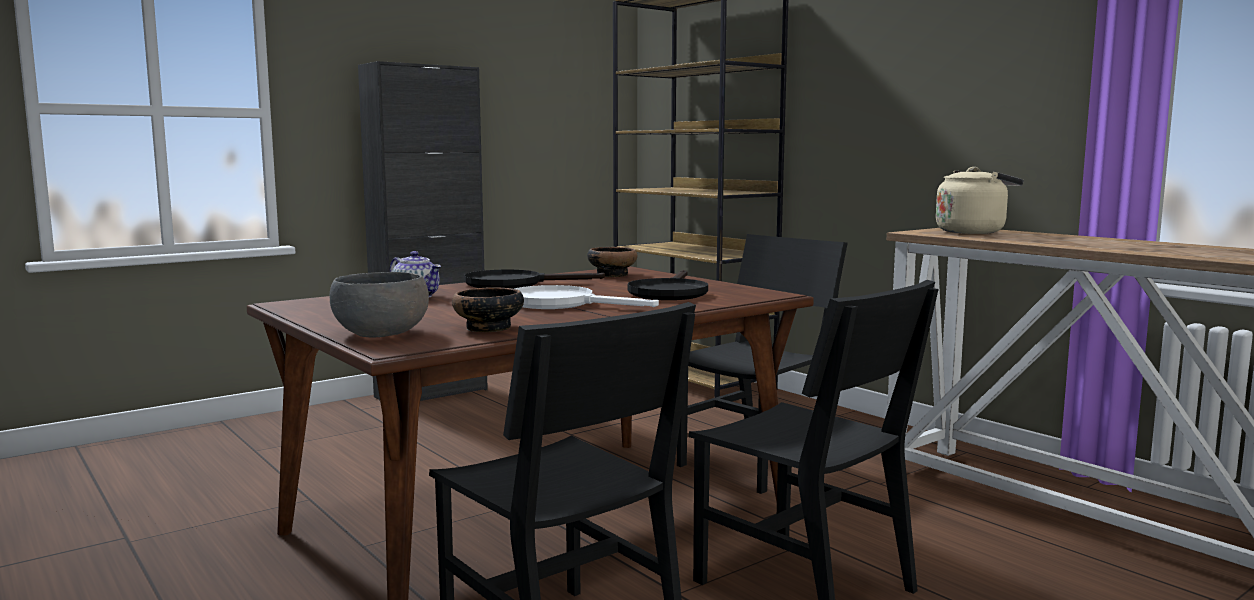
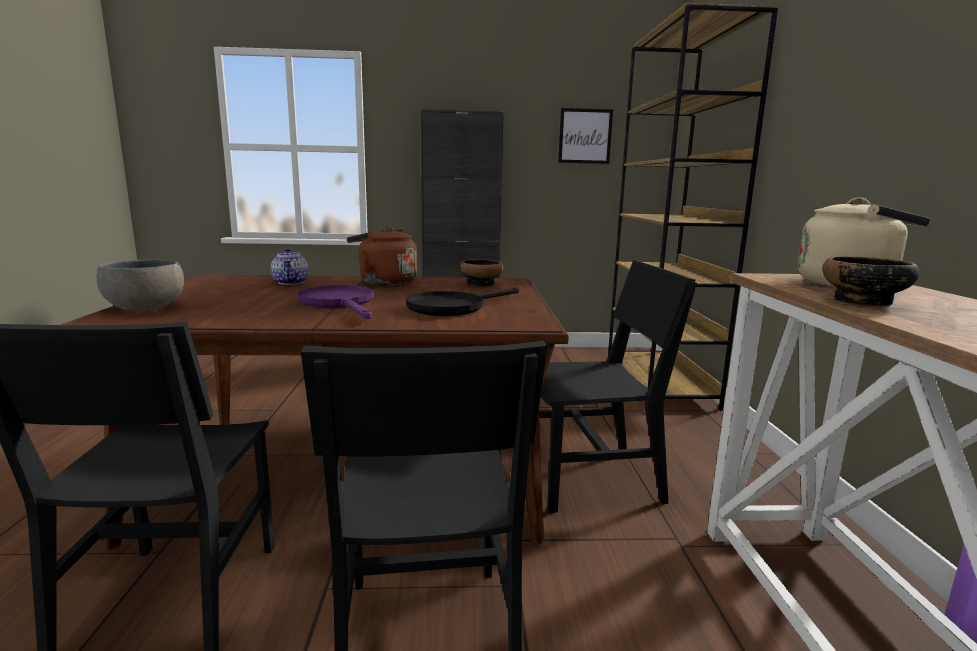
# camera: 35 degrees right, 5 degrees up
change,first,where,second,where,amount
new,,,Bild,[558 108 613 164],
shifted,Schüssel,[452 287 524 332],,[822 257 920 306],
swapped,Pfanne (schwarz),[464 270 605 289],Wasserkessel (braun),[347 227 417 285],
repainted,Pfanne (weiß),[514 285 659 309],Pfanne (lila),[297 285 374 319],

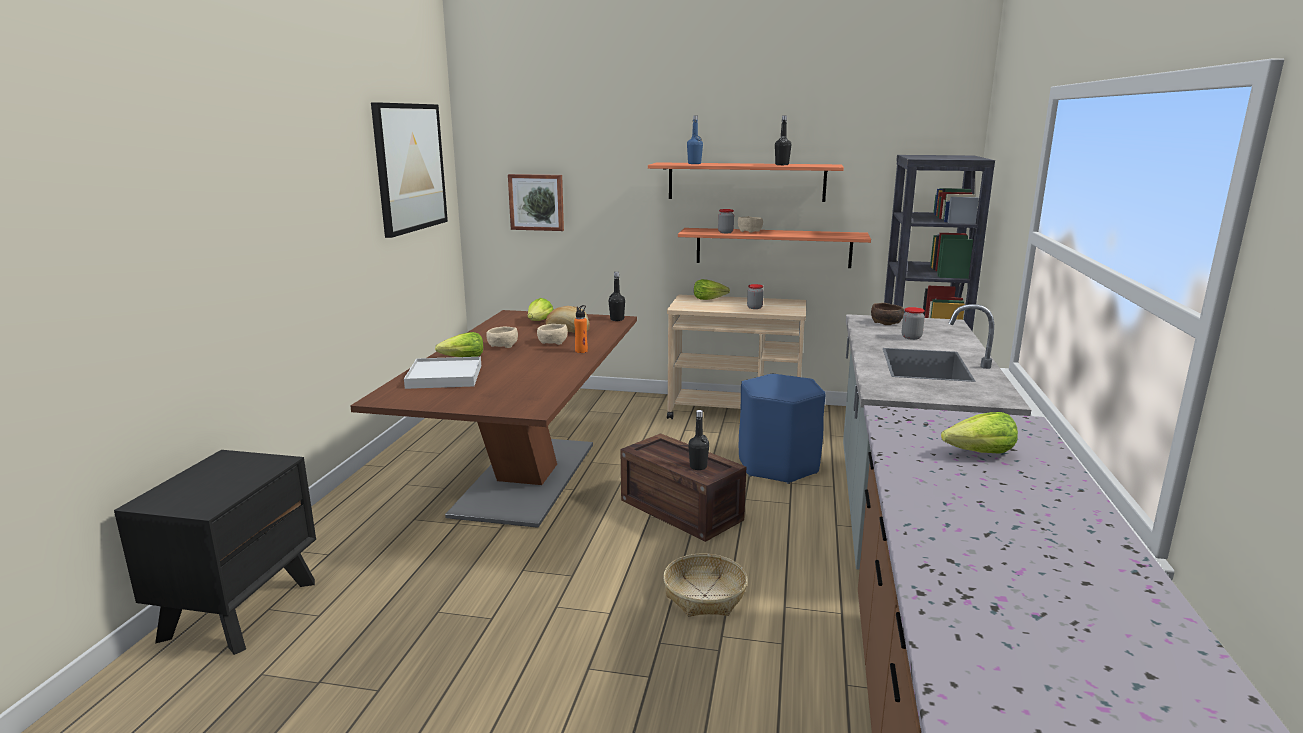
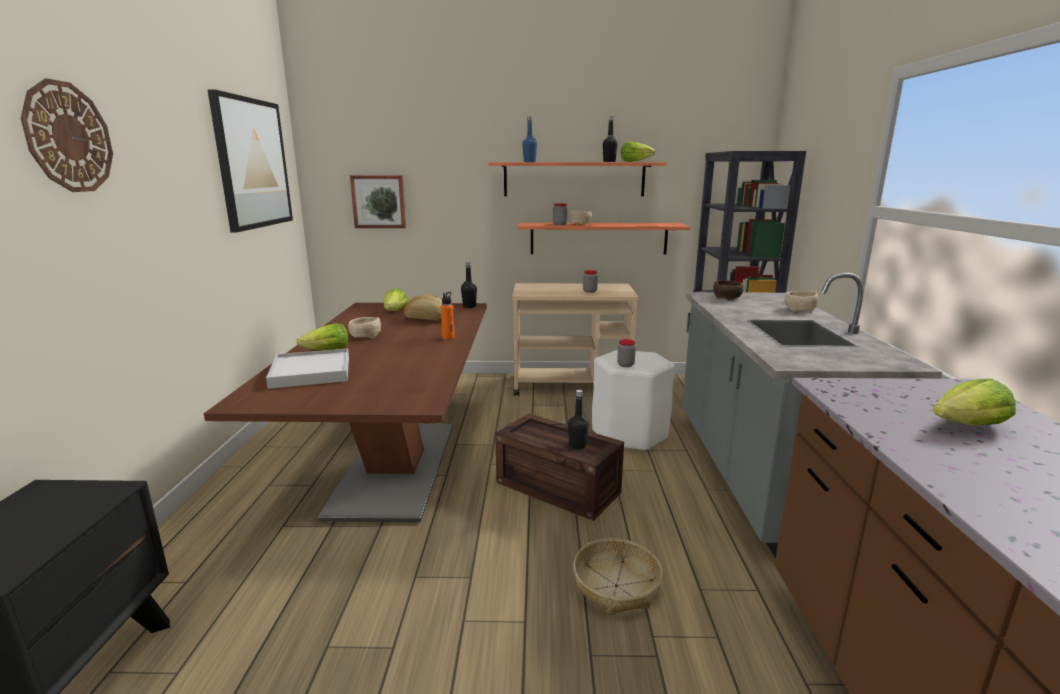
# camera: 10 degrees left, 0 degrees up
change,first,where,second,where,amount
new,,,Wanduhr,[21 78 113 192],
shifted,Schüssel (beige),[537 324 568 345],,[785 291 819 311],
shifted,Salatkopf,[694 279 730 300],,[621 142 655 162],
shifted,Vorratsglas,[902 307 925 340],,[617 339 636 367],
repainted,Hocker (blau),[739 374 826 484],Hocker (weiß),[592 350 675 451],

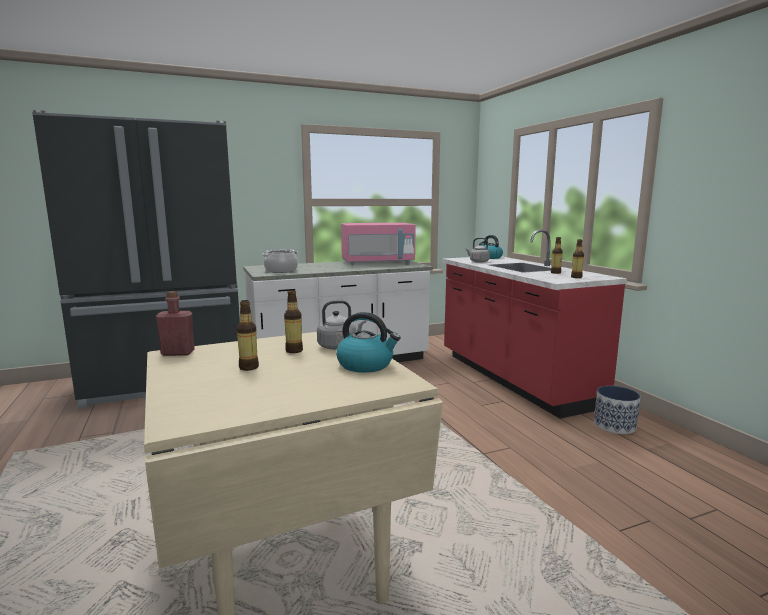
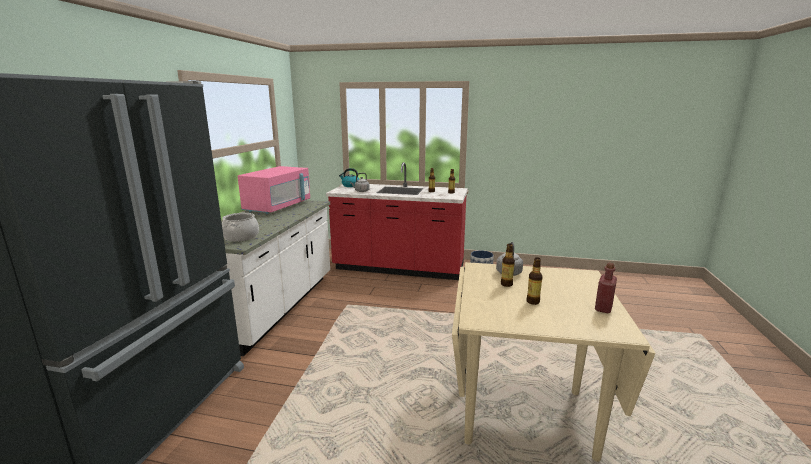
# camera: 55 degrees left, 5 degrees up
change,first,where,second,where,amount
gone,Wasserkessel,[336 312 400 373],,,
shifted,Flasche (rot),[156 291 195 356],,[595 263 617 313],

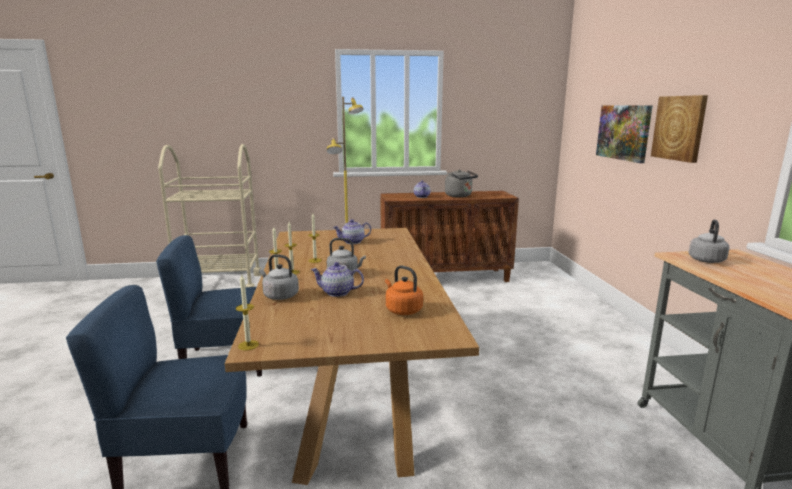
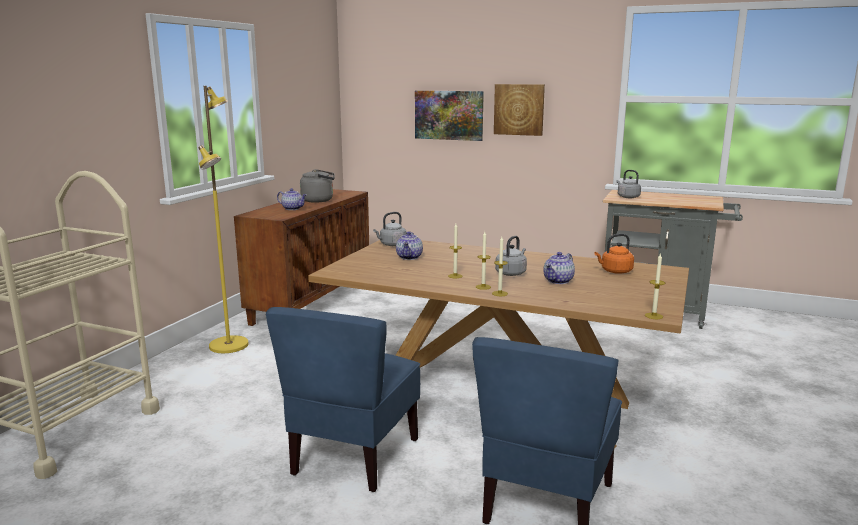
# camera: 60 degrees left, 0 degrees up
change,first,where,second,where,amount
shifted,Wasserkessel (grau),[259 254 299 300],,[373 212 407 246],

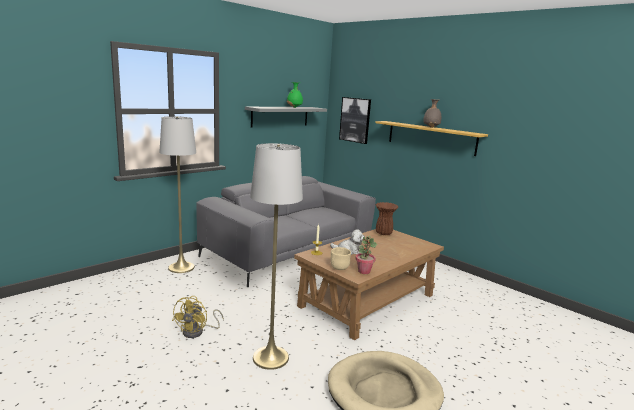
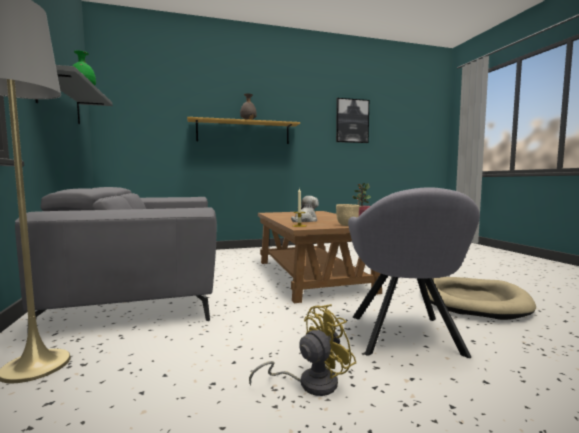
# camera: 60 degrees left, 10 degrees down
change,first,where,second,where,amount
gone,Vase (braun),[376 202 398 235],,,
shifted,Bild,[339 97 371 144],,[336 98 369 143],
swapped,Stehlampe (grau),[250 143 303 370],Sessel (grau),[348 187 480 358],
rotated,Ventilator (gelb),[172 296 224 338],,[249 304 356 396],75 degrees counterclockwise

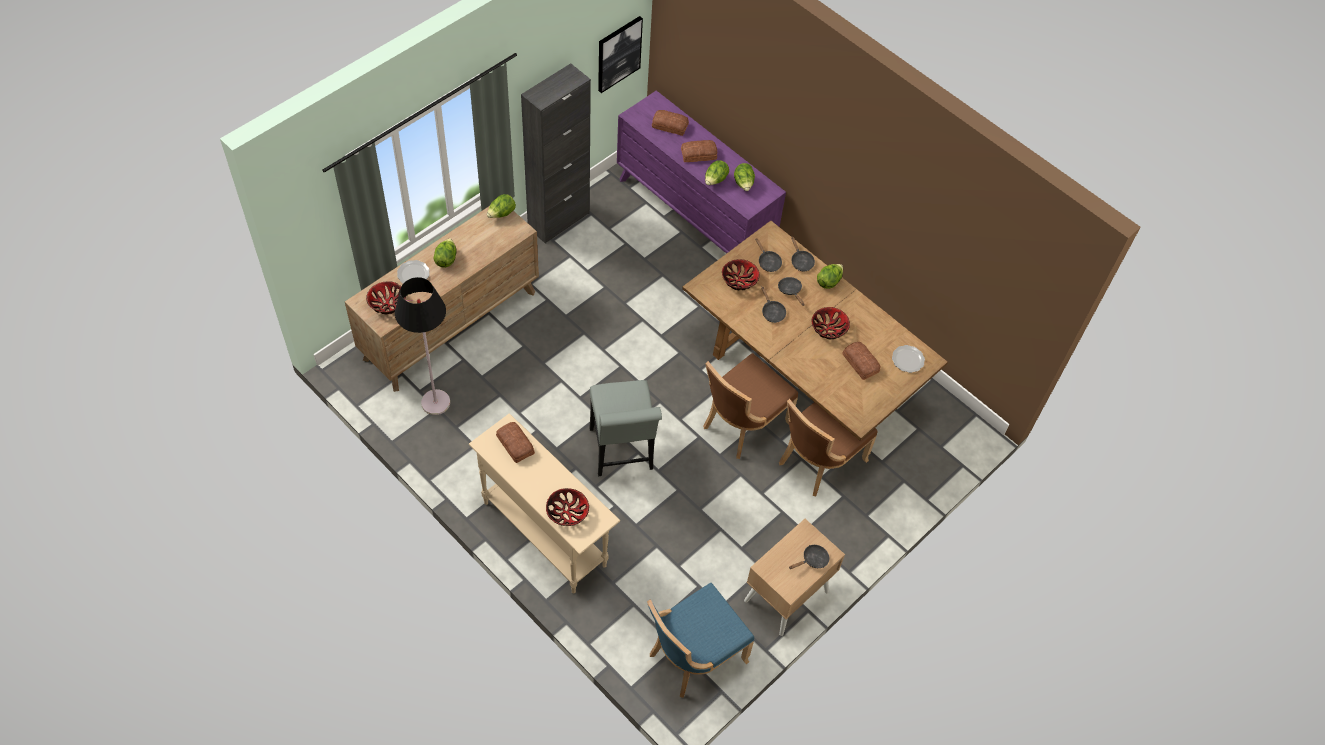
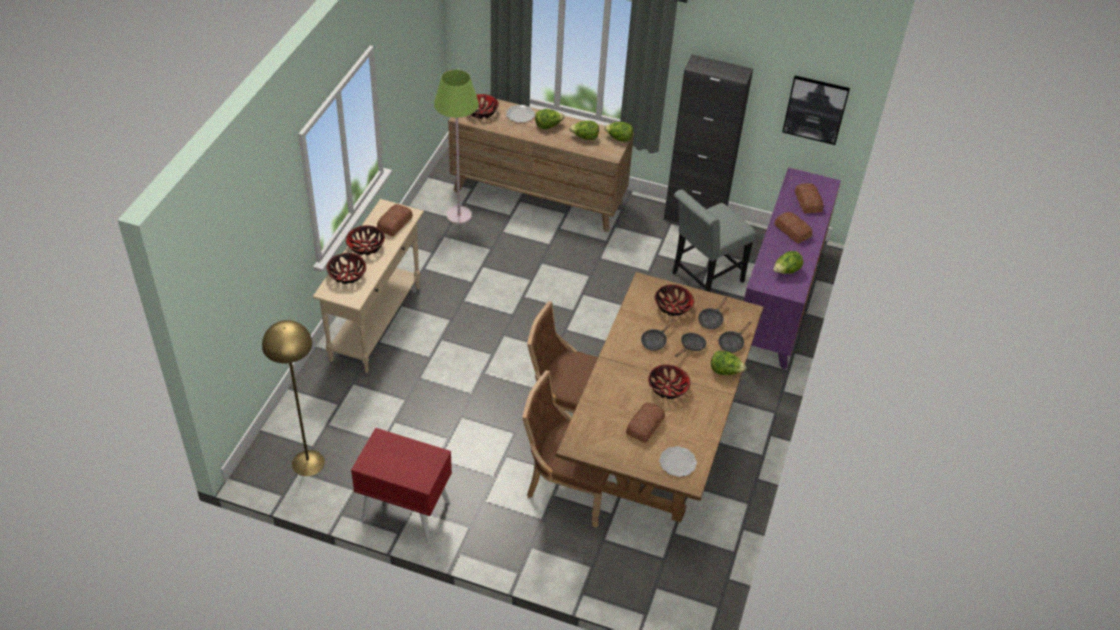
# camera: 65 degrees right, 10 degrees down
change,first,where,second,where,amount
gone,Pfanne (schwarz),[789 545 830 569],,,
new,,,Schüssel,[346 225 385 255],
shifted,Stuhl (grau),[589 380 662 476],,[672 189 757 292],
shifted,Salatkopf,[705 160 729 185],,[569 120 599 140],
swapped,Stuhl (blau),[647 583 754 698],Stehlampe (gelb),[262 320 325 476],
repainted,Stehlampe (schwarz),[395 277 450 415],Stehlampe (grün),[434 69 479 225],
repainted,Nachttisch (beige),[744 519 845 636],Nachttisch (rot),[351 428 452 543],

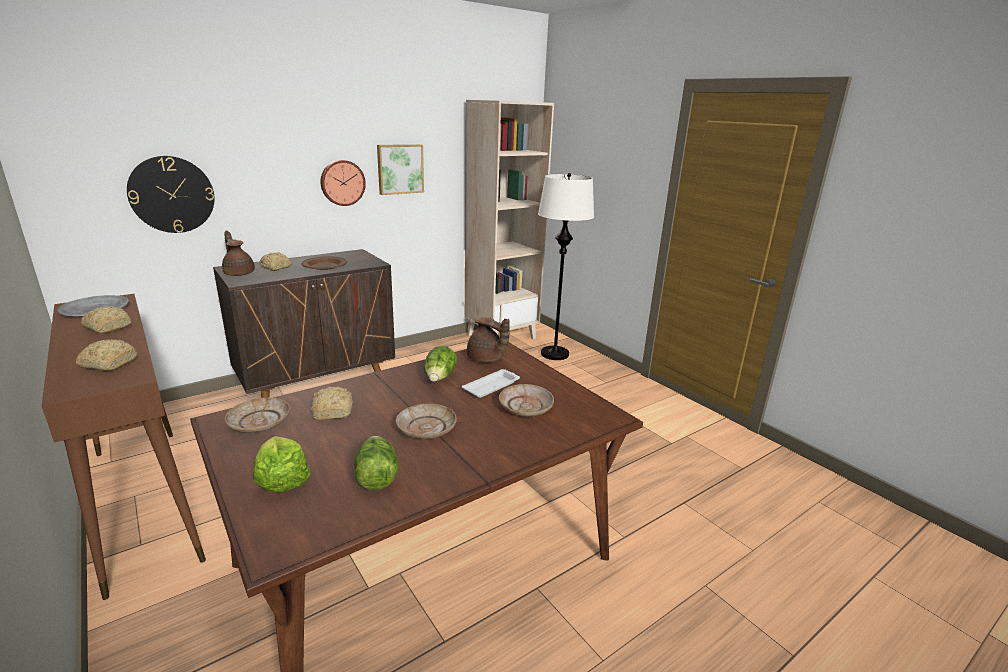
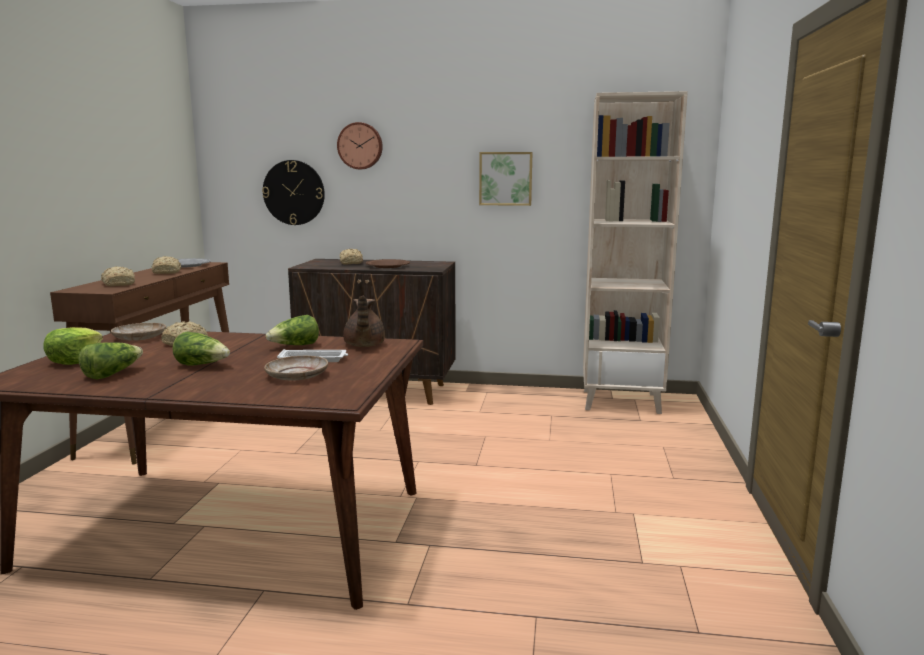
# camera: 45 degrees right, 10 degrees down
change,first,where,second,where,amount
gone,Teekanne (braun),[222 231 255 276],,,
gone,Stehlampe (weiß),[538 173 594 360],,,
shifted,Wanduhr,[320 160 366 206],,[337 122 383 169],
swapped,Teller (beige),[396 404 457 439],Salatkopf,[172 332 230 366],

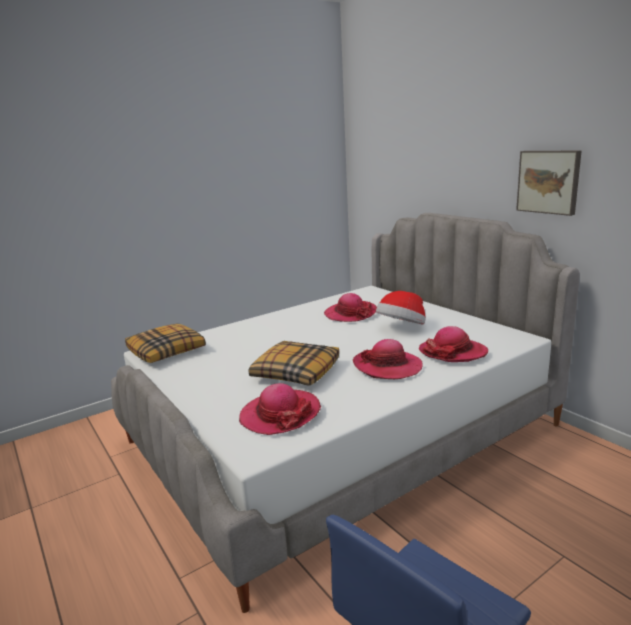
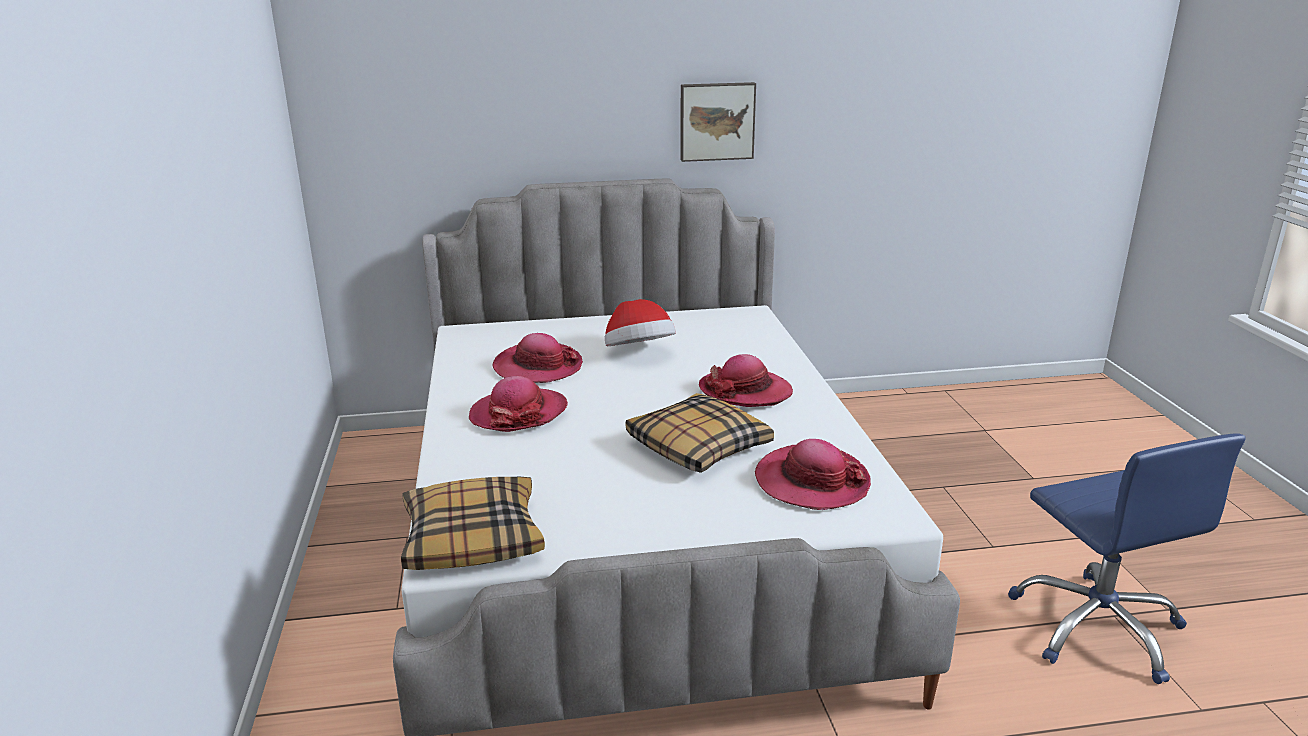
# camera: 65 degrees left, 5 degrees up
change,first,where,second,where,amount
shifted,Hut,[419 326 488 362],,[469 376 568 432],

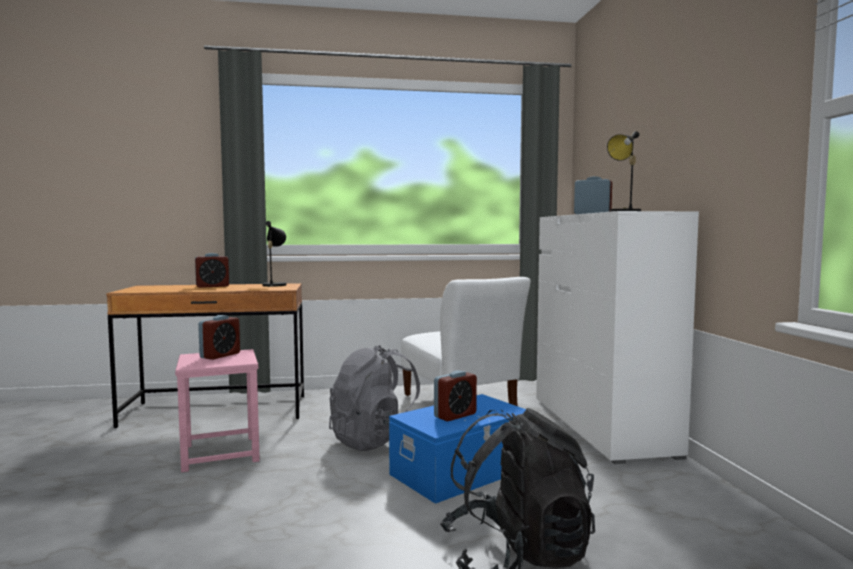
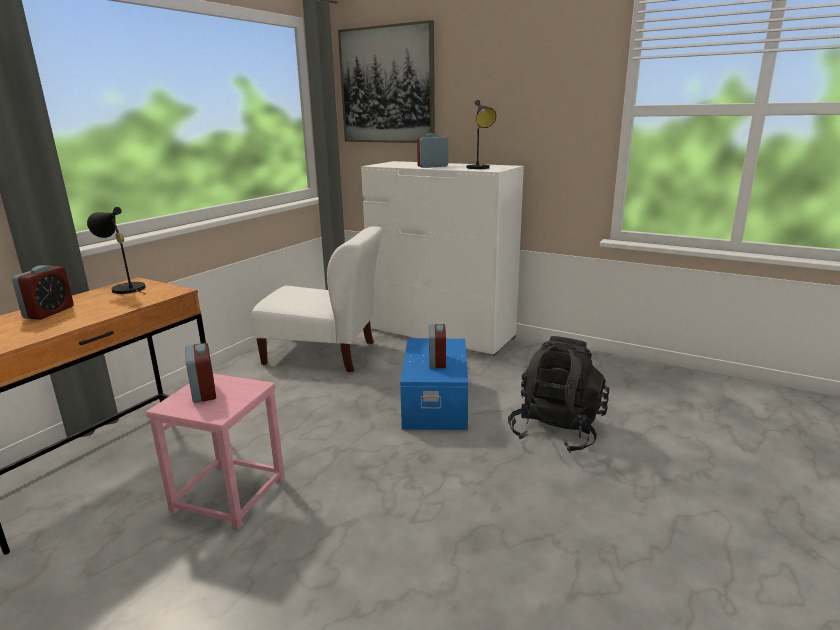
# camera: 50 degrees left, 15 degrees up
change,first,where,second,where,amount
gone,Rucksack (grau),[329 345 420 451],,,
new,,,Bild,[338 20 435 143],

